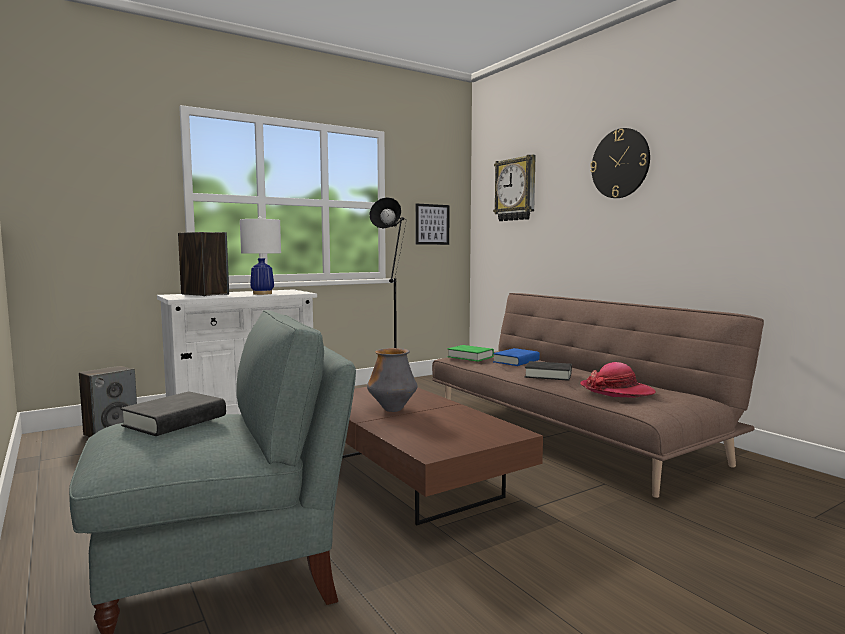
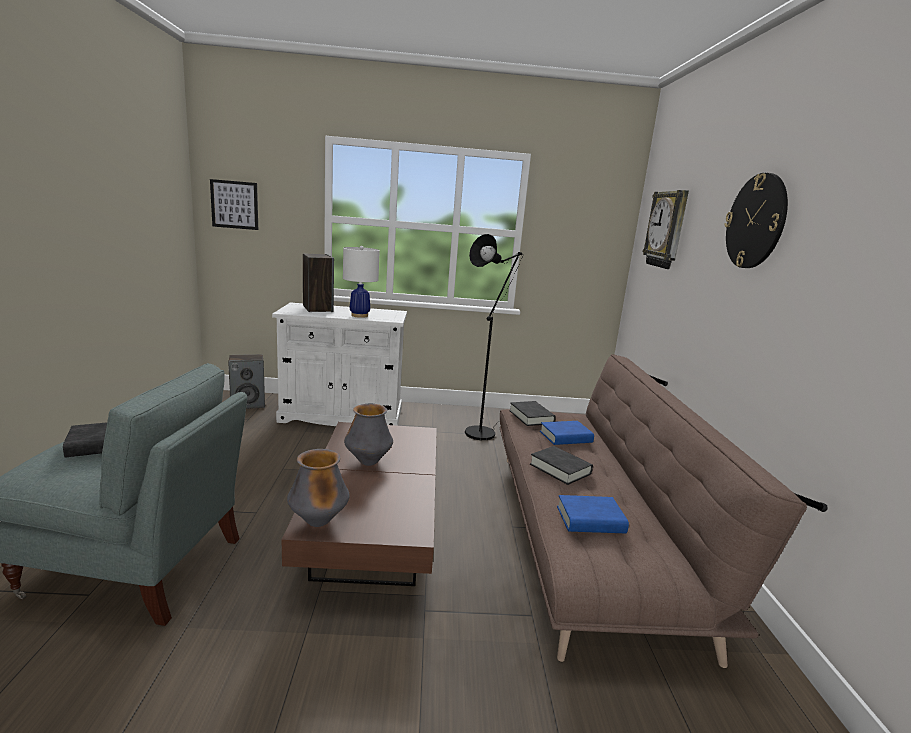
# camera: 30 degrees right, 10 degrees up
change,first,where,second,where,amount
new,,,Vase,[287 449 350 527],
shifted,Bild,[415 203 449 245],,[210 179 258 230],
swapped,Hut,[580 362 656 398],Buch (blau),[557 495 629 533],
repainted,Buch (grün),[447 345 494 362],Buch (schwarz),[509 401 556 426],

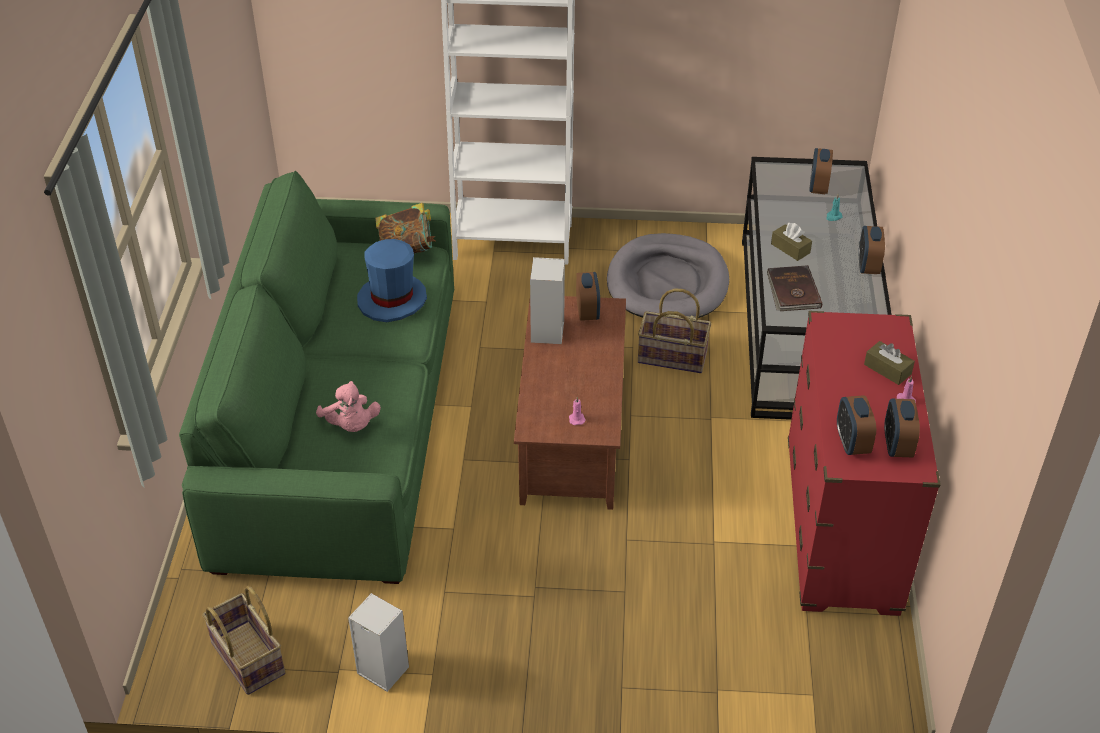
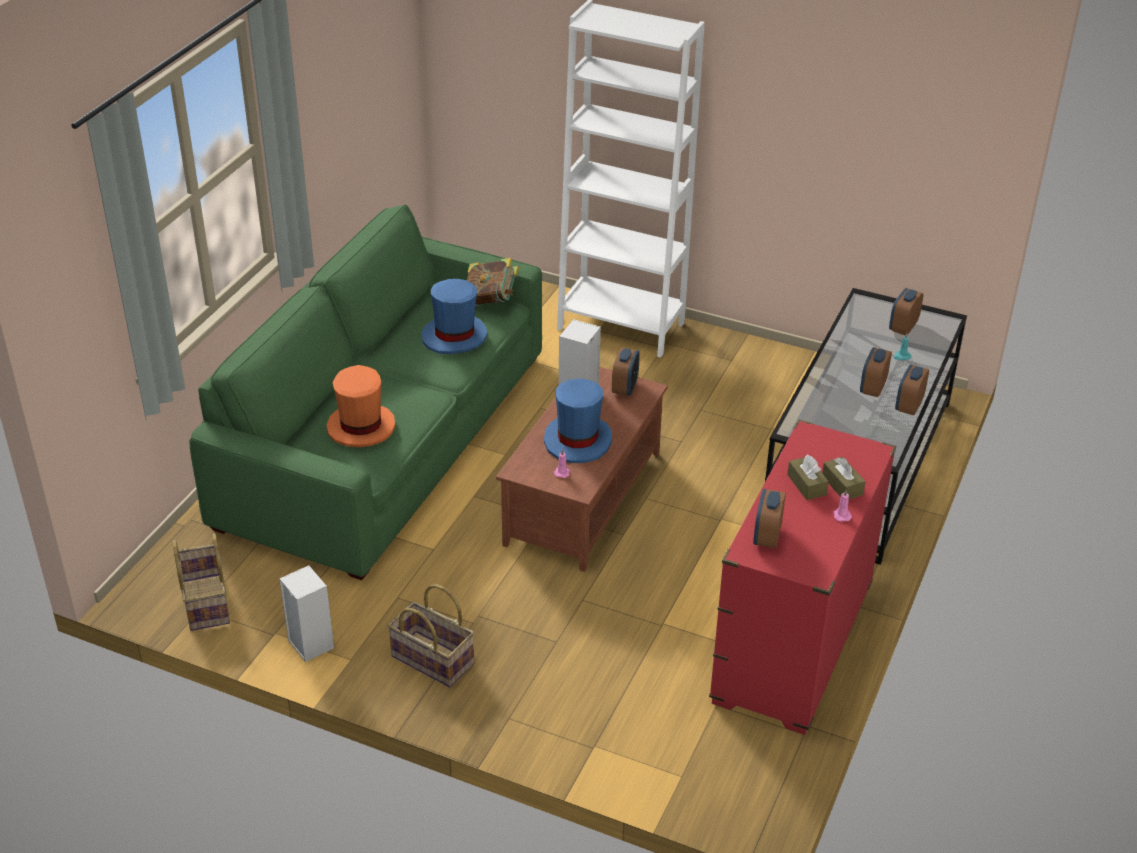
# camera: 20 degrees right, 5 degrees down
change,first,where,second,where,amount
gone,Hundebett (grau),[607 233 729 318],,,
gone,Buch (braun),[767 265 822 311],,,
new,,,Hut (blau),[544 379 612 463],
shifted,Korb,[638 288 711 373],,[387 584 474 687],
shifted,Taschentuchbox (braun),[771 223 812 261],,[787 455 829 500],
shifted,Wecker,[884 399 920 457],,[860 347 892 397],
swapped,Plüschtier (rosa),[316 381 381 432],Hut (orange),[326 365 395 448],

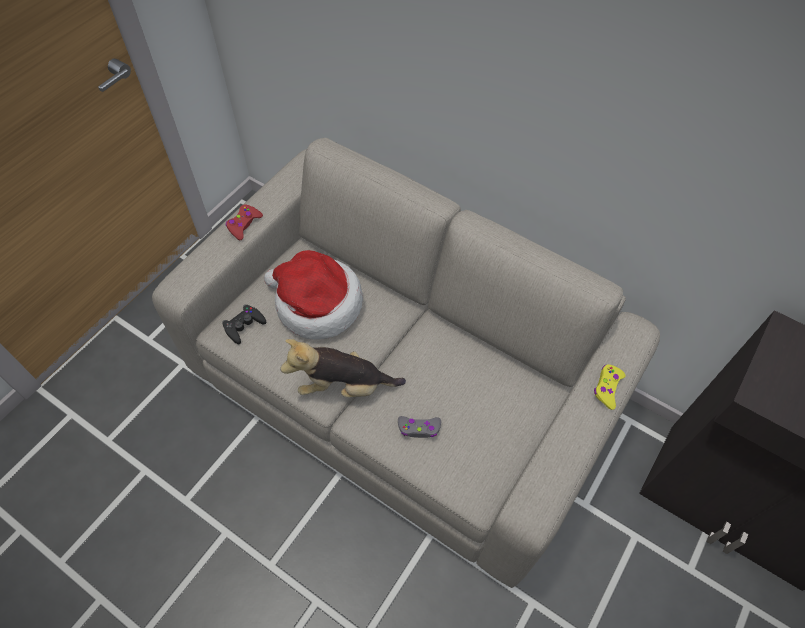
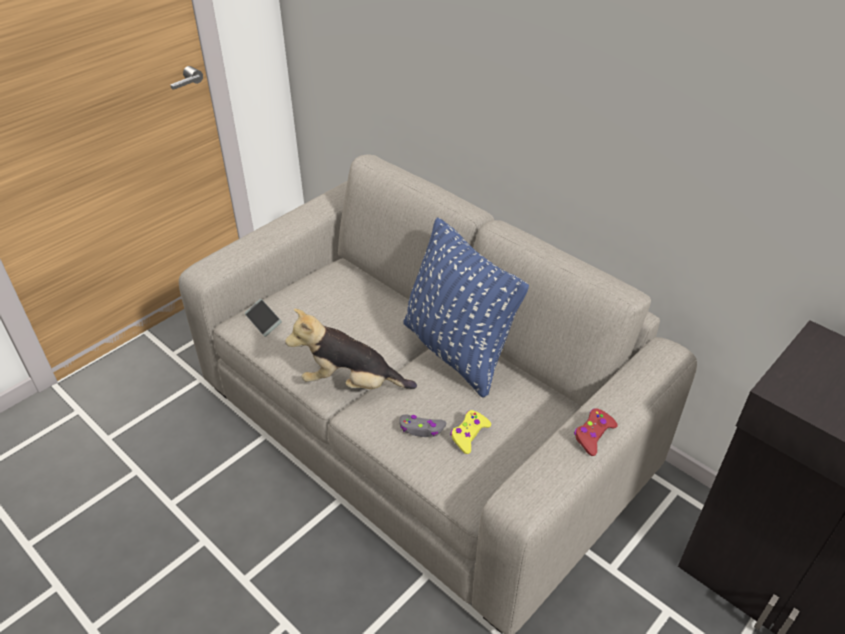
# camera: 10 degrees right, 15 degrees down
change,first,where,second,where,amount
gone,Hut,[264 250 363 339],,,
new,,,Kissen (blau),[403 217 529 398],
shifted,Gamepad (rot),[226 204 263 240],,[574 408 618 456],
shifted,Gamepad (gelb),[594 364 625 410],,[450 410 491 454],
swapped,Gamepad (schwarz),[222 305 267 344],Handy,[245 299 282 337],

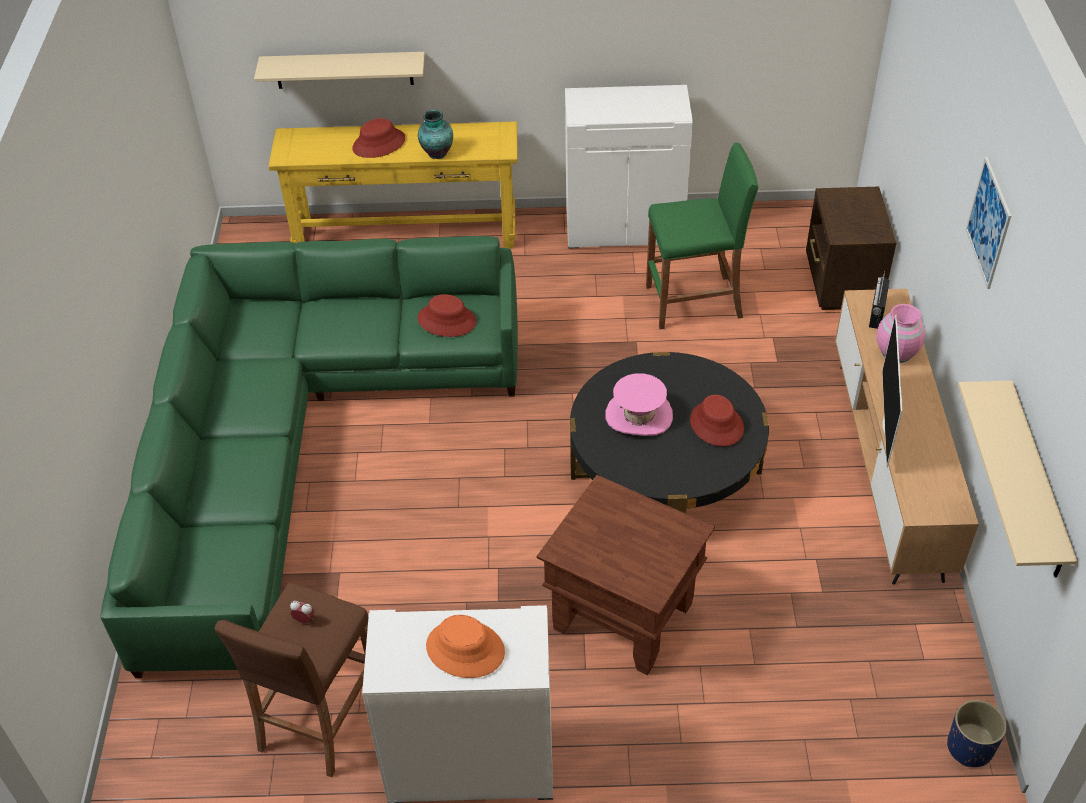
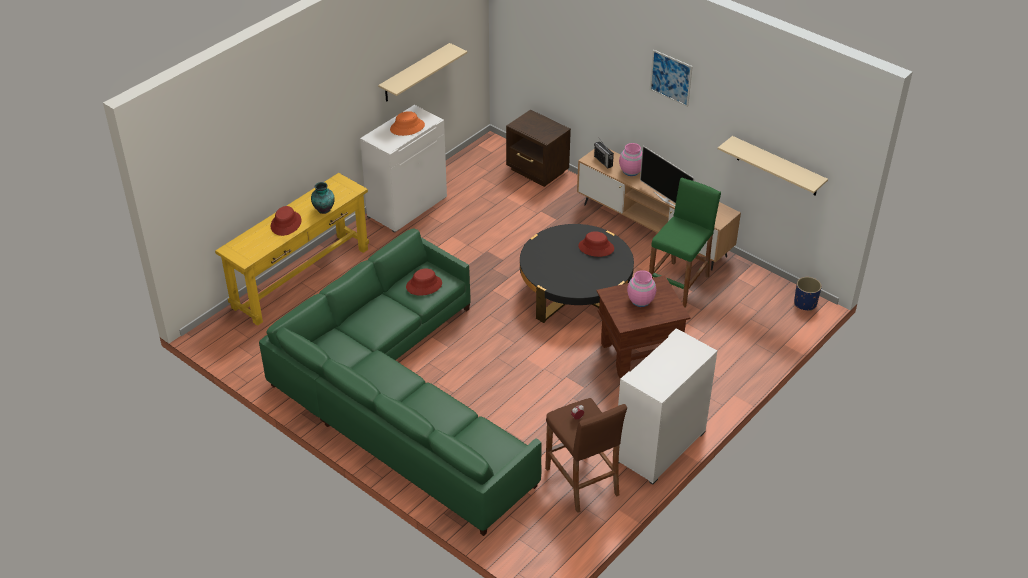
# camera: 50 degrees left, 5 degrees down
change,first,where,second,where,amount
gone,Hut (rosa),[605 373 673 436],,,
new,,,Vase (rosa),[627 270 656 307],
shifted,Wandregal (beige),[254 52 425 89],,[378 43 467 102],
shifted,Hut (orange),[426 615 505 678],,[390 111 425 136],
shifted,Hocker (grün),[646 143 758 329],,[649 178 721 308],

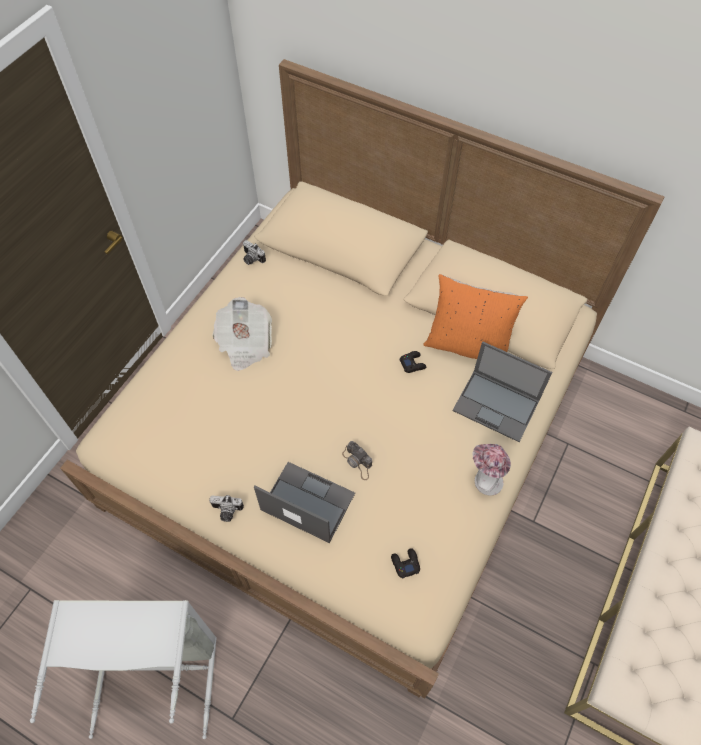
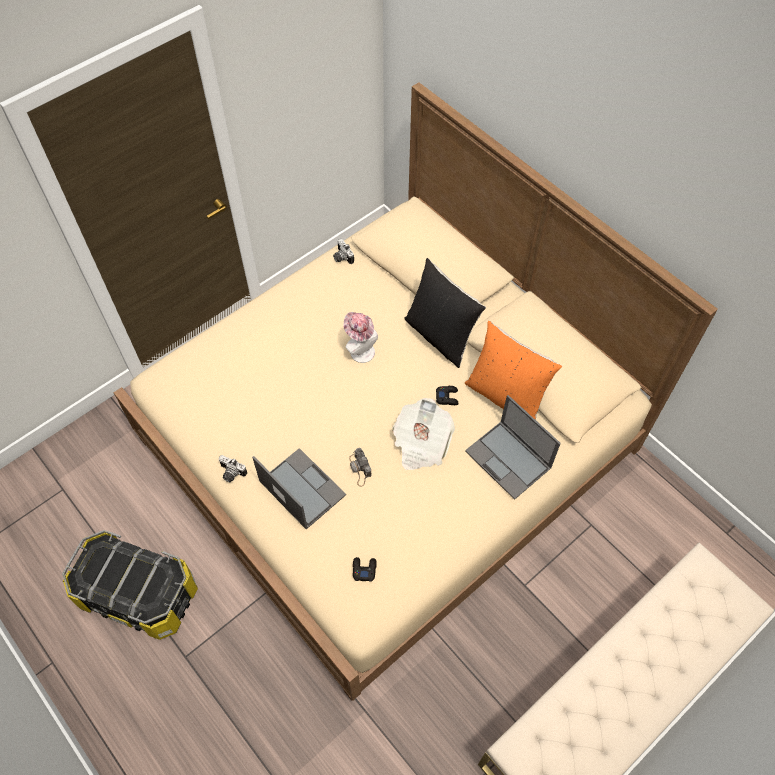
# camera: 20 degrees right, 0 degrees up
change,first,where,second,where,amount
new,,,Kissen (schwarz),[404 258 486 368],
shifted,Zeitung,[212 297 272 371],,[392 398 455 470],
shifted,Hut,[473 444 511 496],,[344 312 378 363],
swapped,Wäschekorb (grau),[30 600 217 739],Aufbewahrungsbox,[62 530 198 640],

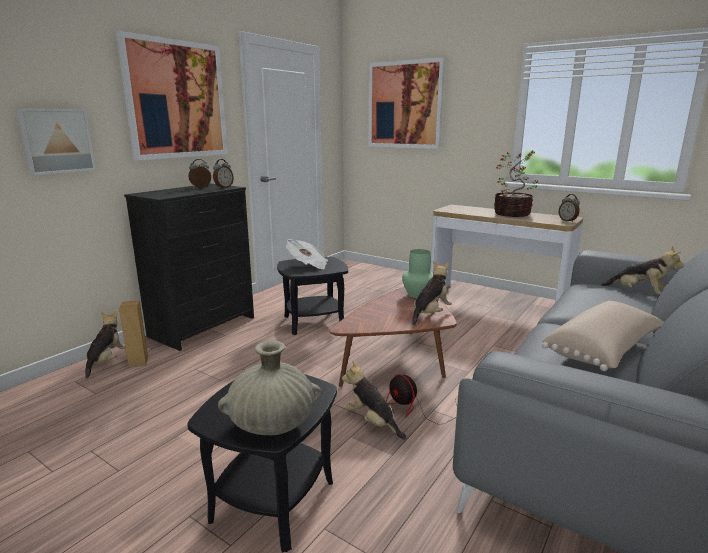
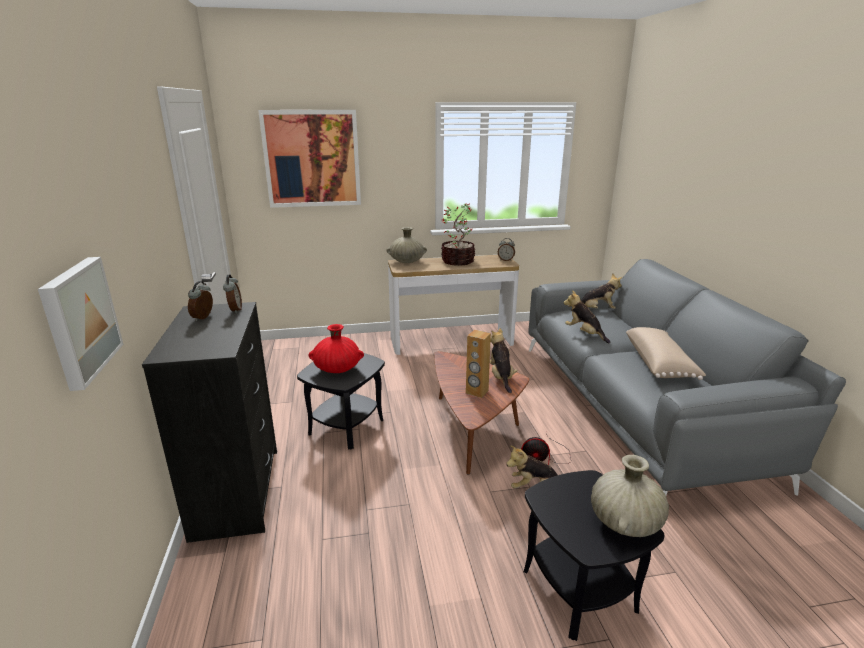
# camera: 45 degrees left, 5 degrees up
change,first,where,second,where,amount
gone,Bild,[115 31 228 160],,,
gone,Vase (grün),[402 249 433 298],,,
new,,,Vase (beige),[386 227 427 263],
shifted,Plüschtier,[85 311 125 378],,[564 290 610 343],
shifted,Lautsprecher (braun),[119 300 148 367],,[466 330 491 398],
swapped,Zeitung,[286 239 328 270],Vase (rot),[309 324 364 373],

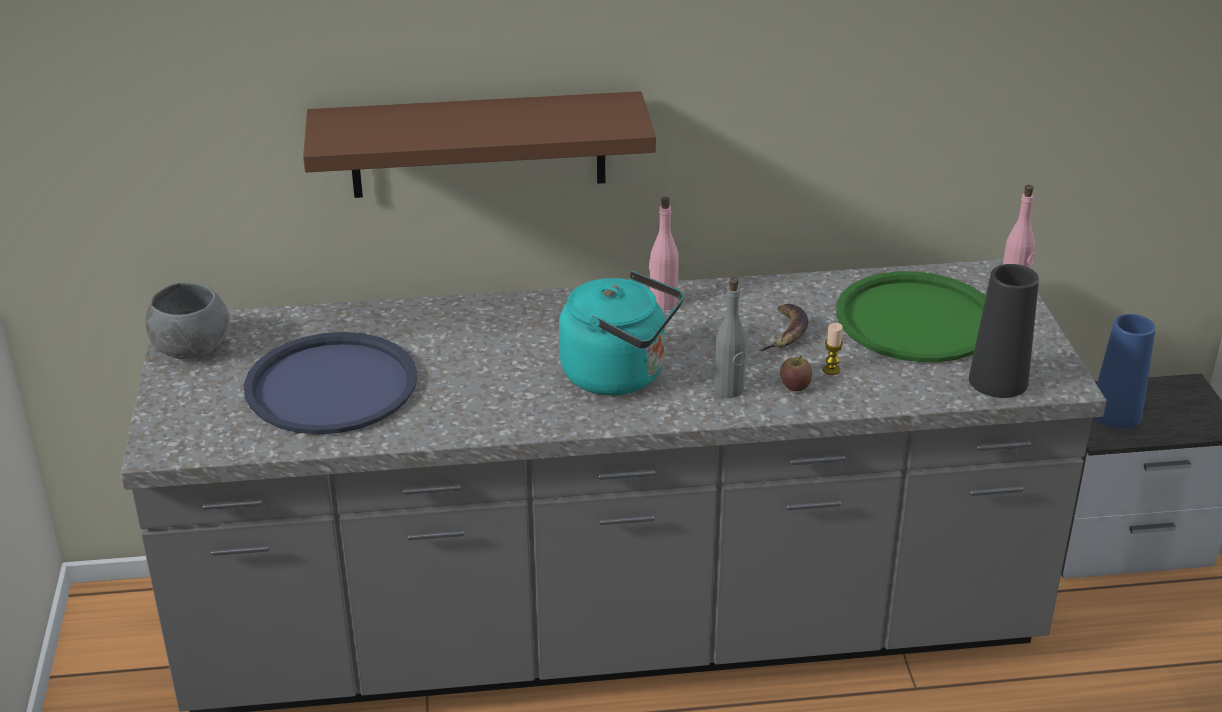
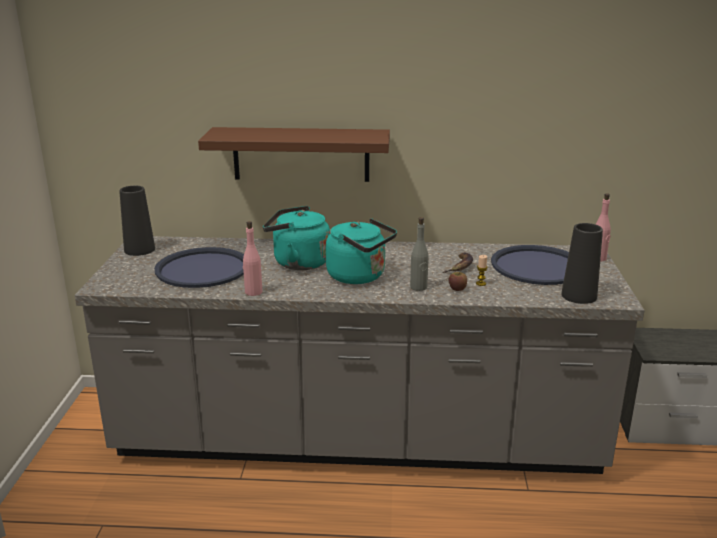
# camera: 10 degrees right, 10 degrees down
change,first,where,second,where,amount
gone,Vase (blau),[1094 314 1156 428],,,
new,,,Wasserkessel (türkis),[263 206 330 270],
shifted,Flasche (rosa),[649 197 679 310],,[243 221 262 296],
swapped,Schüssel (grau),[145 282 230 359],Vase (schwarz),[119 186 155 256],
repainted,Tablett (grün),[836 271 986 362],Tablett (blau),[491 245 569 285],

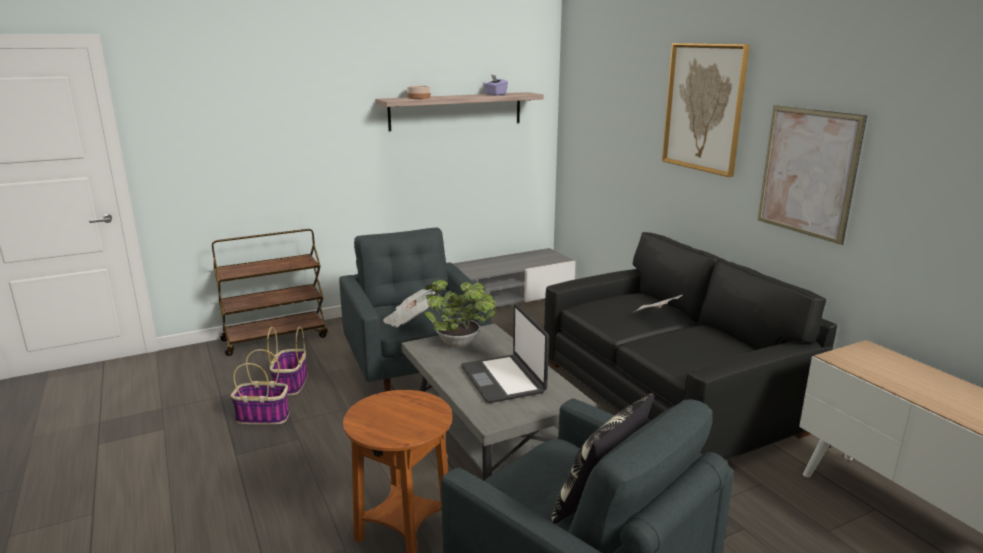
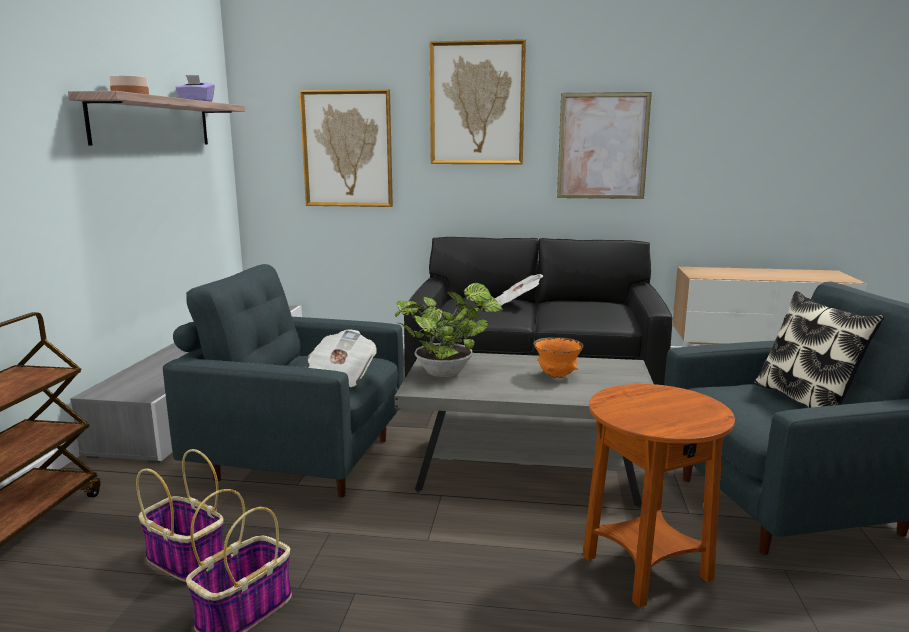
# camera: 55 degrees left, 5 degrees down
change,first,where,second,where,amount
new,,,Bild,[299 89 393 207],
swapped,Laptop,[461 304 549 403],Schüssel (orange),[533 337 584 378],

